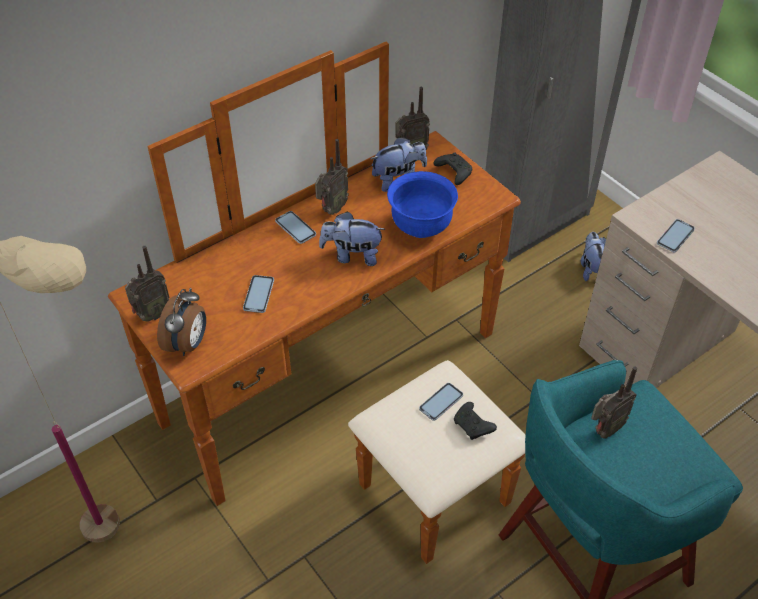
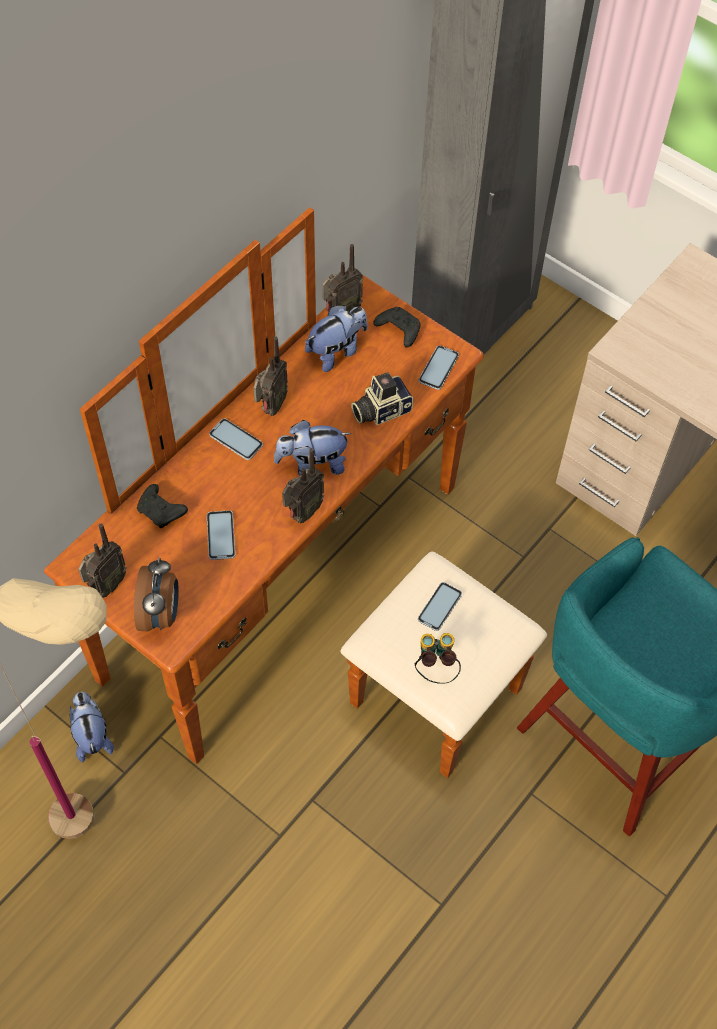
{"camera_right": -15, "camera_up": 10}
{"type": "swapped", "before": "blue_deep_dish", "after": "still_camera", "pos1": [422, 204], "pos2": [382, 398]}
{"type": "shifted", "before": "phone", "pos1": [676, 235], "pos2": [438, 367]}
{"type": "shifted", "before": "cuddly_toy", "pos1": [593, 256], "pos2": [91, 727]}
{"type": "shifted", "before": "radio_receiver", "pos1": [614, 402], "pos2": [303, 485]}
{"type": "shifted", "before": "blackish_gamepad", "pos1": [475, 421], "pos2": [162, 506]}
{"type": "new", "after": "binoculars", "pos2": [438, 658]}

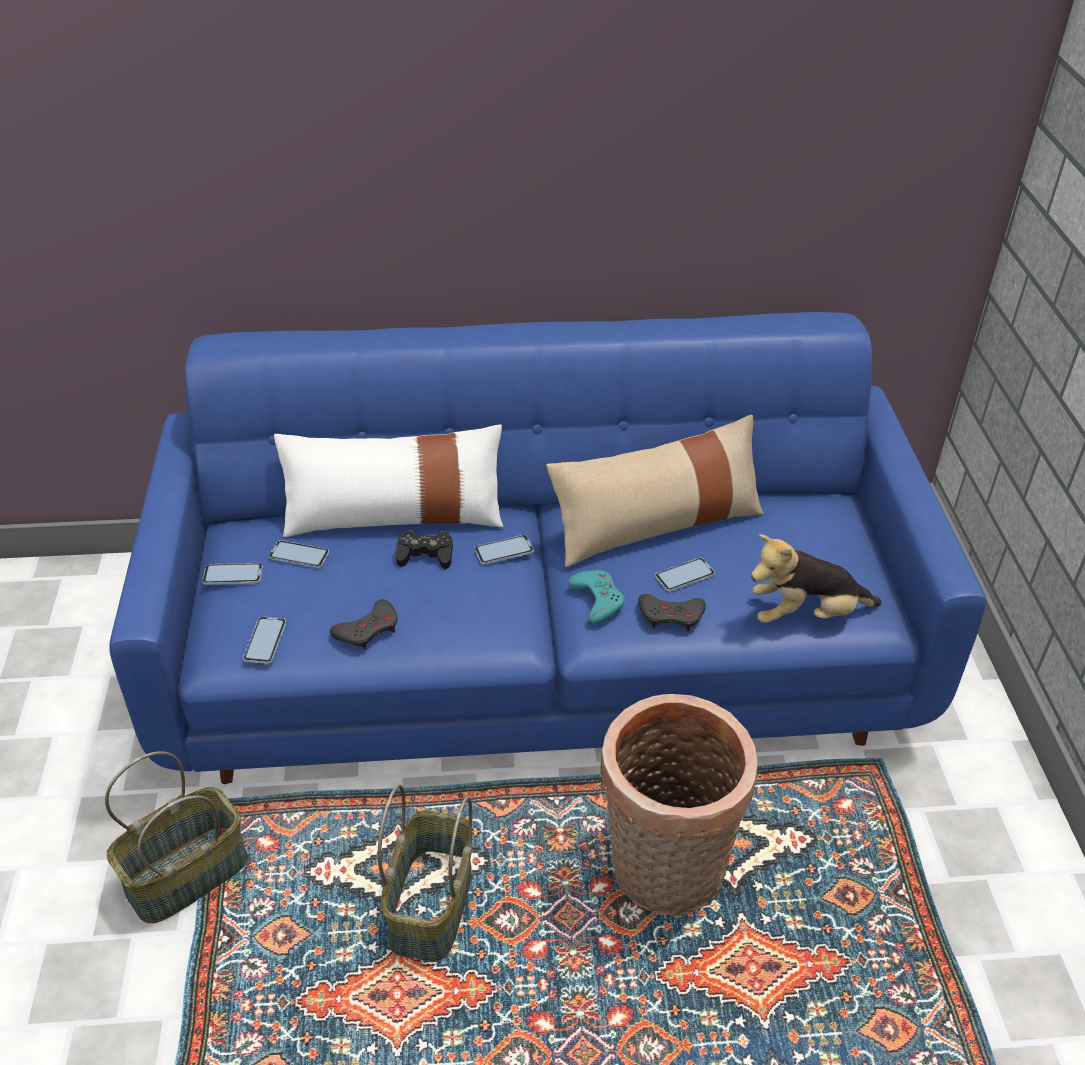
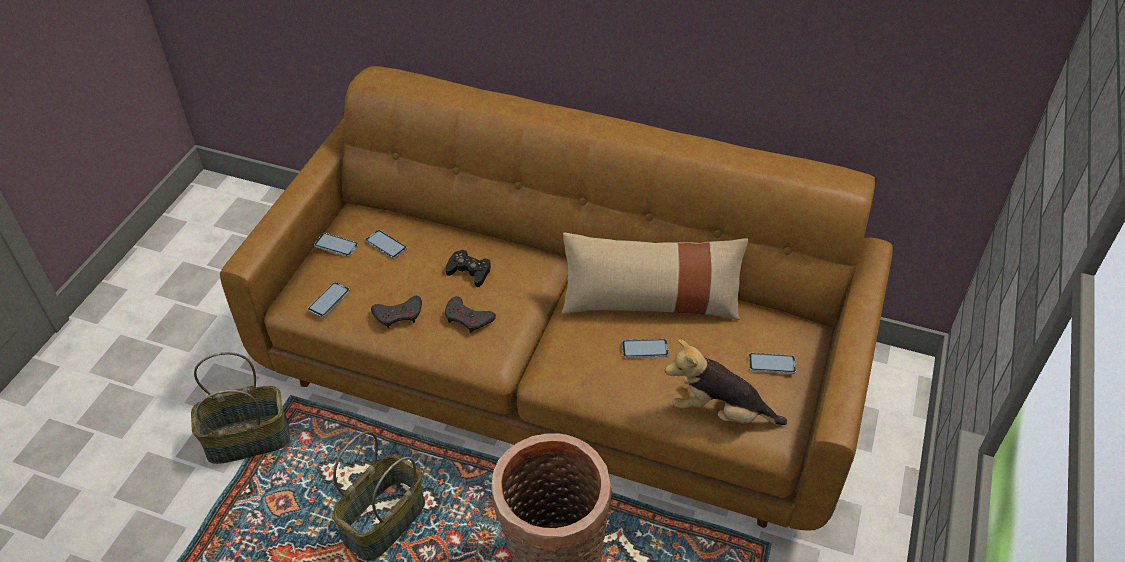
{"camera_right": 25, "camera_up": 5}
{"type": "repainted", "before": "blue_sofa", "after": "brown-coloured_sofa", "pos1": [548, 548], "pos2": [556, 298]}
{"type": "gone", "before": "whitish_cushion", "pos1": [388, 480]}
{"type": "shifted", "before": "phone", "pos1": [504, 550], "pos2": [772, 363]}
{"type": "gone", "before": "turquoise-coloured_gamepad", "pos1": [596, 597]}
{"type": "shifted", "before": "gray_gamepad", "pos1": [672, 612], "pos2": [470, 314]}

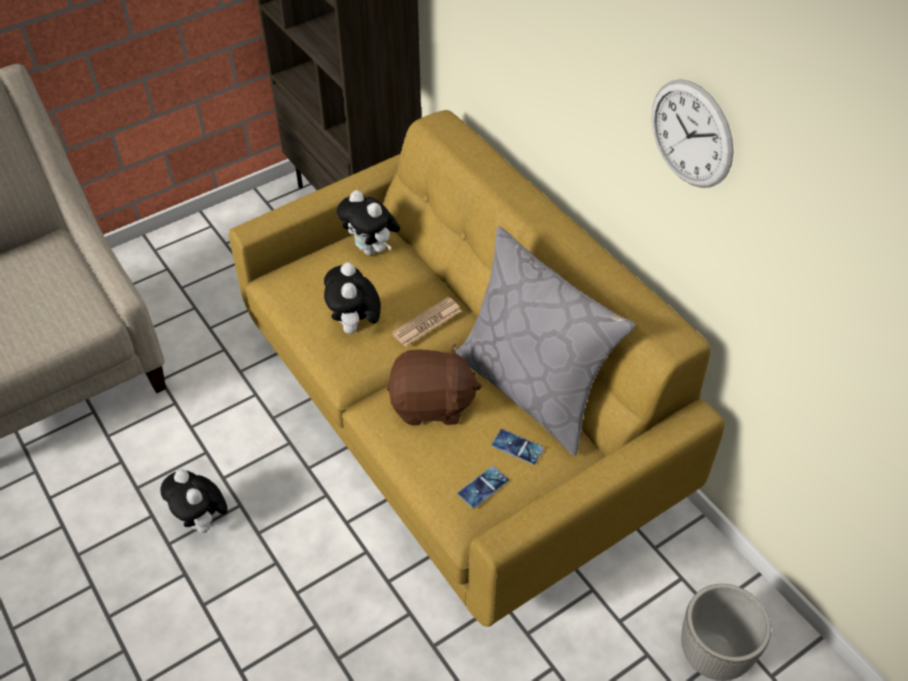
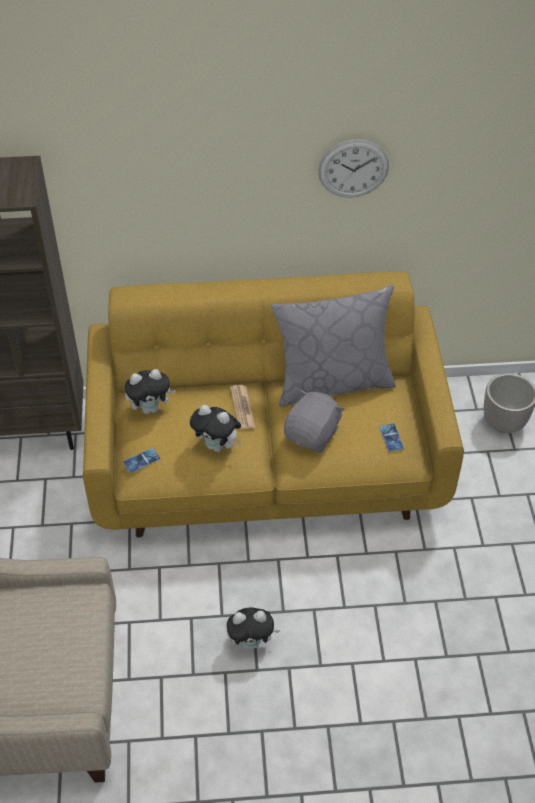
{"camera_right": -60, "camera_up": 0}
{"type": "repainted", "before": "brown-coloured_cuddly_toy", "after": "gray_cuddly_toy", "pos1": [434, 384], "pos2": [314, 420]}
{"type": "shifted", "before": "phone", "pos1": [518, 447], "pos2": [141, 460]}

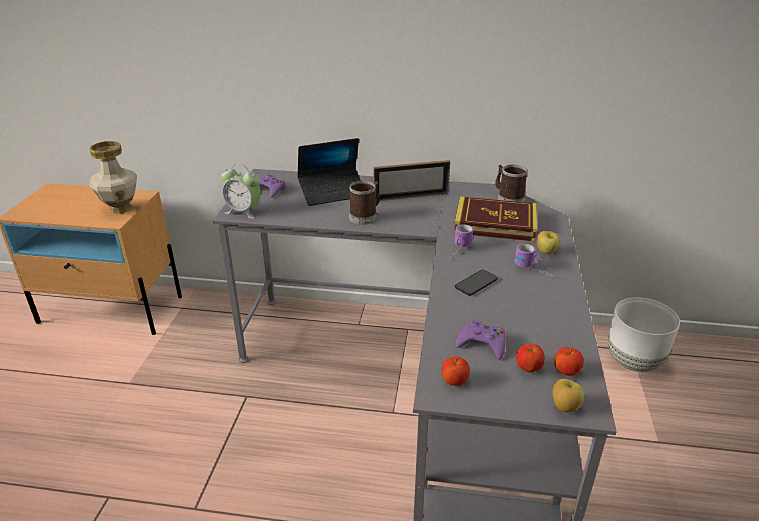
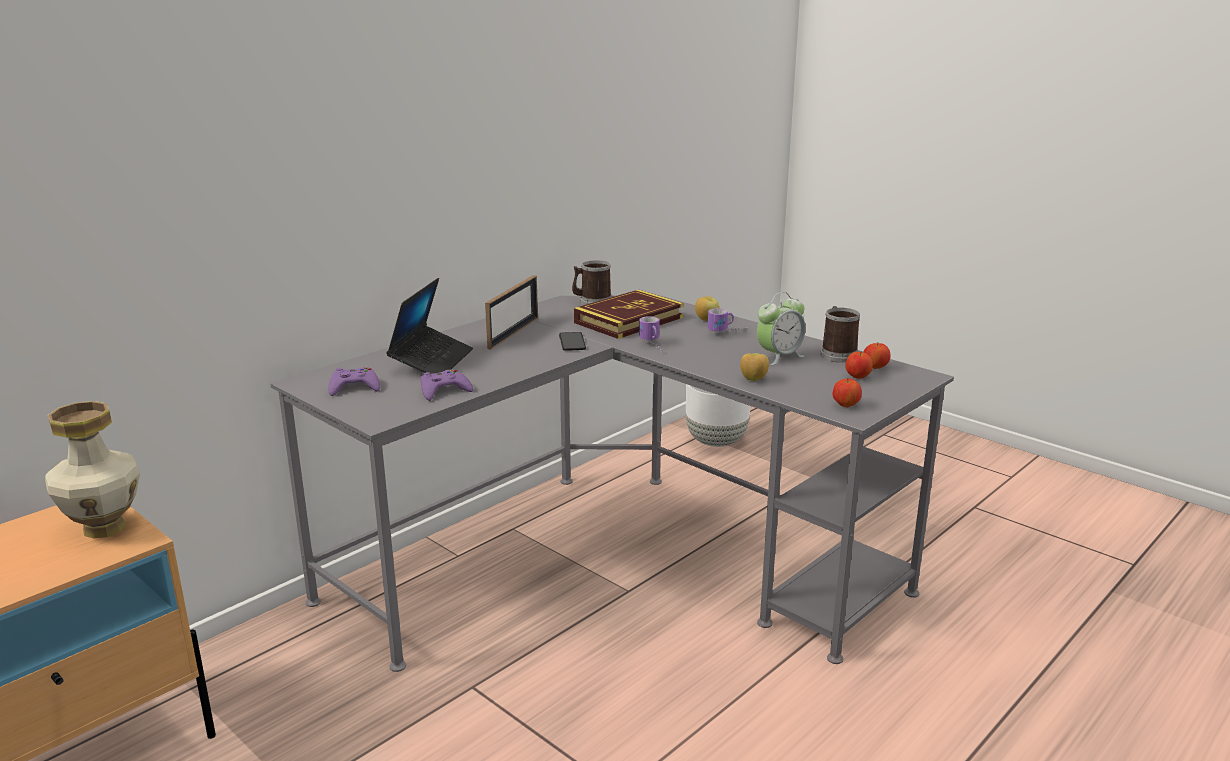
{"camera_right": -55, "camera_up": -10}
{"type": "shifted", "before": "alarm_clock", "pos1": [241, 191], "pos2": [781, 328]}
{"type": "shifted", "before": "mug", "pos1": [364, 203], "pos2": [840, 334]}
{"type": "shifted", "before": "phone", "pos1": [476, 283], "pos2": [572, 341]}
{"type": "shifted", "before": "purplish_gamepad", "pos1": [480, 340], "pos2": [447, 385]}
{"type": "shifted", "before": "whole_apple", "pos1": [568, 395], "pos2": [754, 367]}

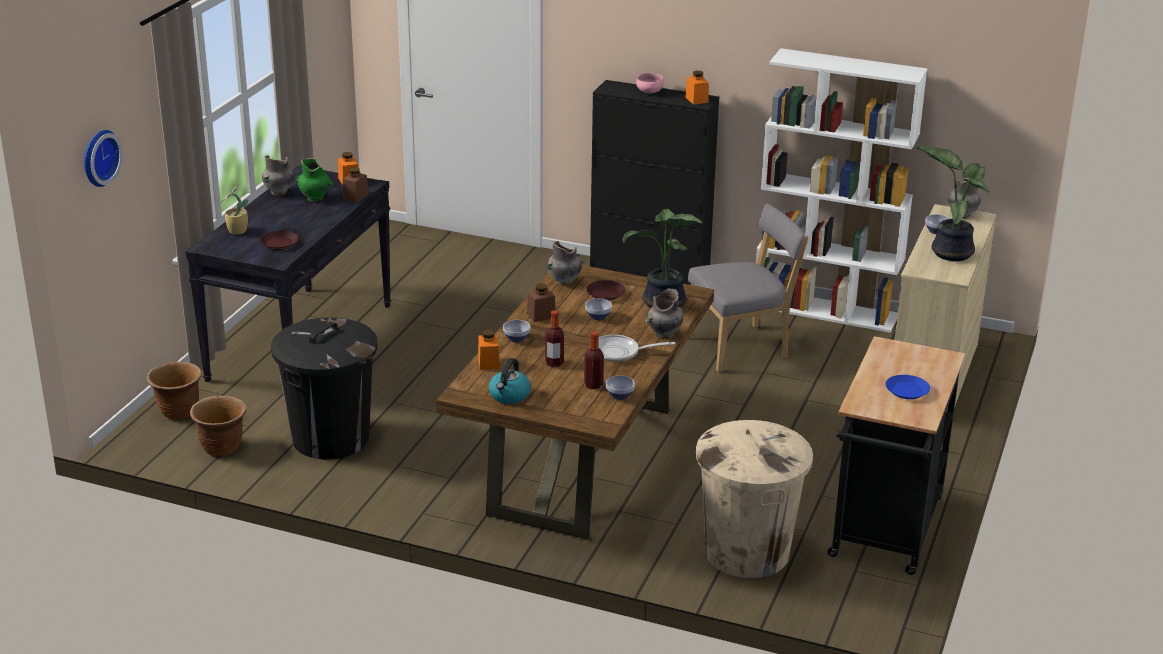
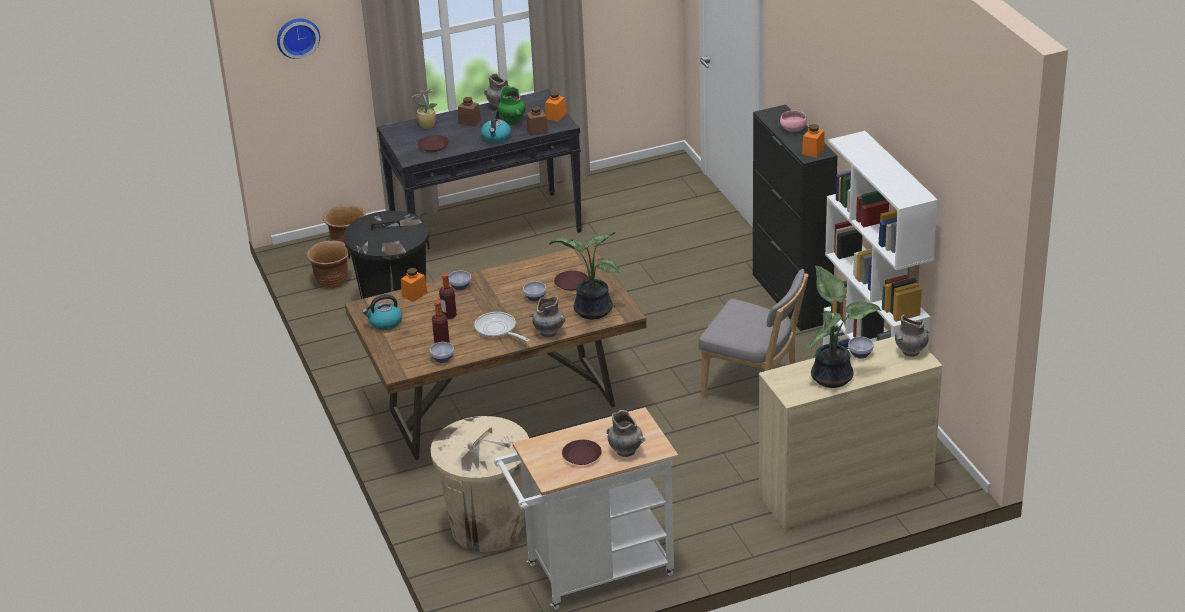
{"camera_right": 50, "camera_up": 5}
{"type": "shifted", "before": "gray_flower_vase", "pos1": [565, 263], "pos2": [626, 433]}
{"type": "shifted", "before": "brown-coloured_jar", "pos1": [541, 303], "pos2": [469, 112]}
{"type": "repainted", "before": "blackish_cart", "after": "whitish_cart", "pos1": [896, 455], "pos2": [586, 508]}
{"type": "repainted", "before": "blue_plate", "after": "brown-coloured_plate", "pos1": [907, 387], "pos2": [582, 452]}
{"type": "new", "after": "tea_kettle", "pos2": [496, 126]}

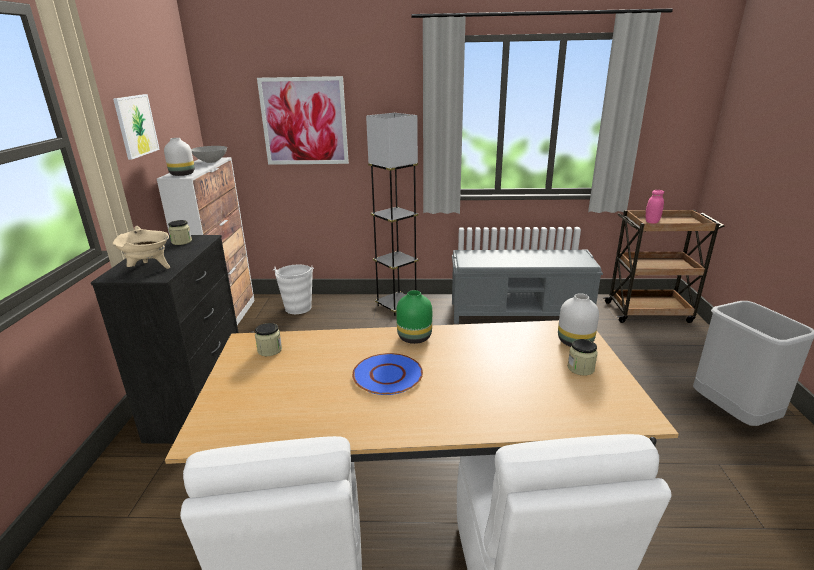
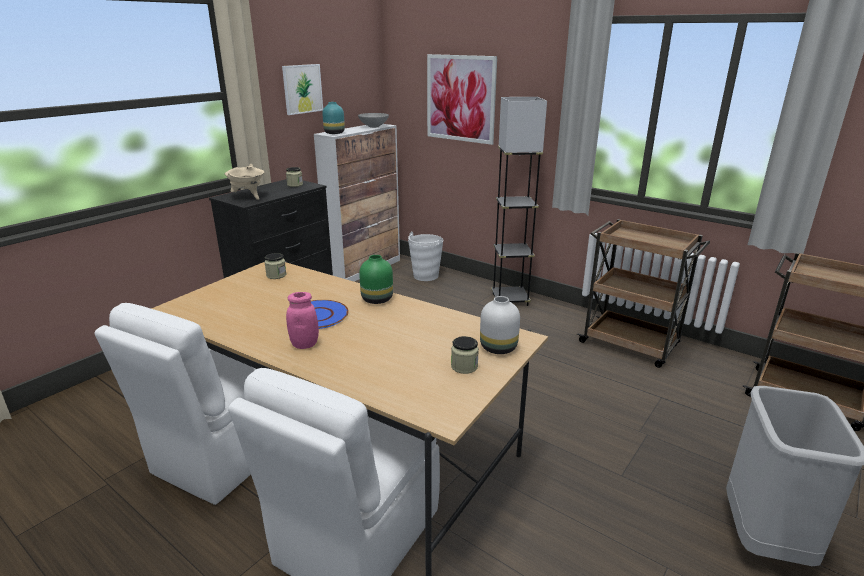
{"camera_right": 35, "camera_up": 0}
{"type": "repainted", "before": "whitish_flower_vase", "after": "turquoise-coloured_flower_vase", "pos1": [179, 157], "pos2": [333, 118]}
{"type": "shifted", "before": "pinkish_jar", "pos1": [655, 207], "pos2": [302, 320]}
{"type": "swapped", "before": "gray_long_seat", "after": "brown-coloured_cart", "pos1": [527, 287], "pos2": [643, 293]}

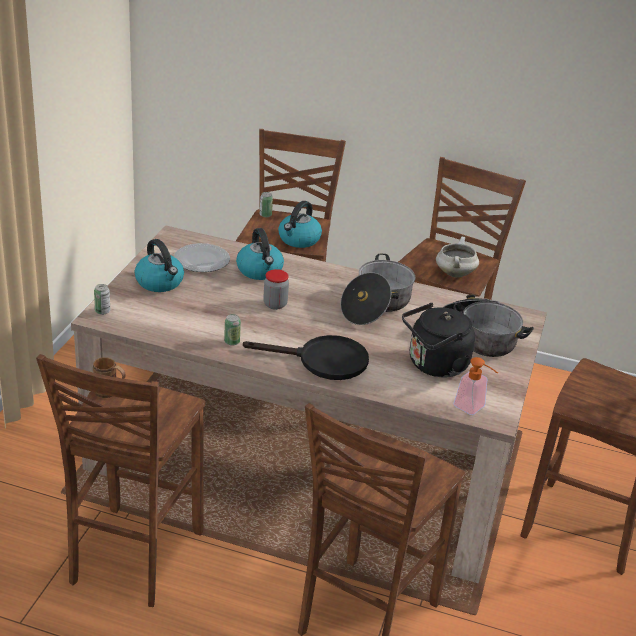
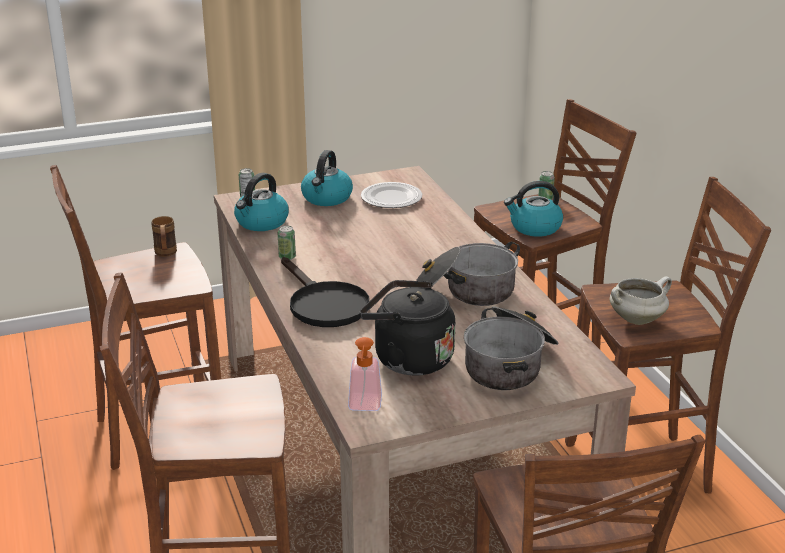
{"camera_right": 55, "camera_up": -5}
{"type": "shifted", "before": "tea_kettle", "pos1": [260, 254], "pos2": [261, 202]}
{"type": "gone", "before": "jar", "pos1": [276, 289]}

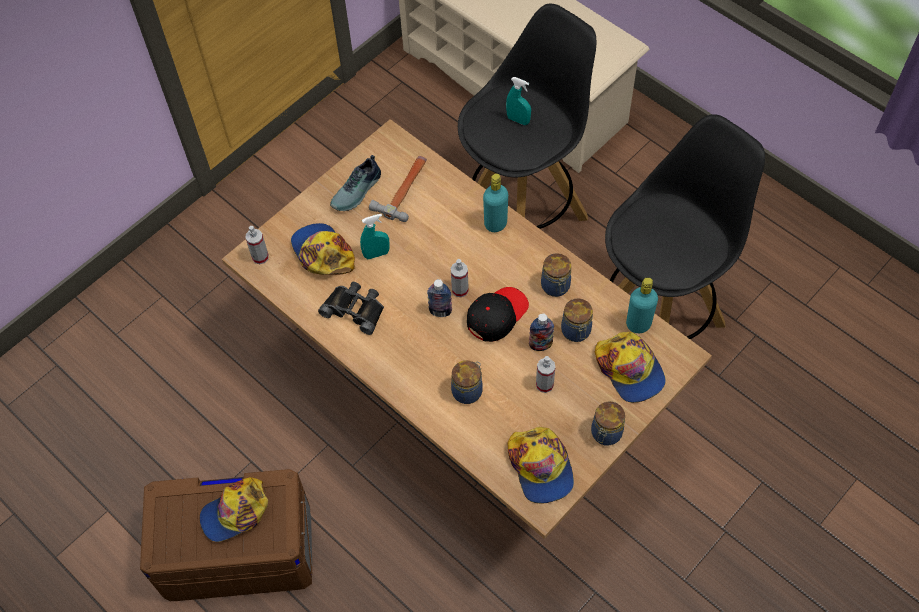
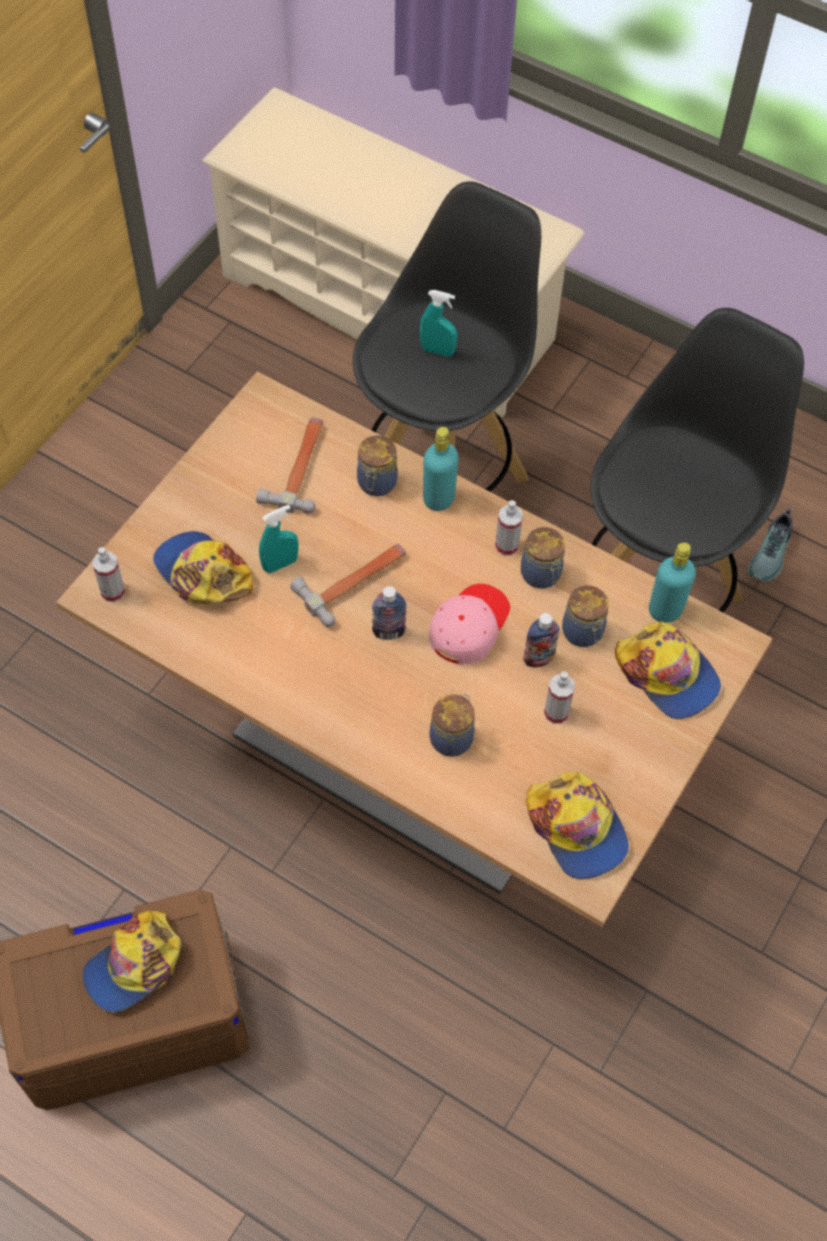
{"camera_right": -15, "camera_up": 0}
{"type": "shifted", "before": "low_shoe", "pos1": [355, 183], "pos2": [770, 545]}
{"type": "shifted", "before": "sprayer", "pos1": [460, 278], "pos2": [509, 528]}
{"type": "gone", "before": "blackish_binoculars", "pos1": [351, 308]}
{"type": "repainted", "before": "blackish_peaked_cap", "after": "pinkish_peaked_cap", "pos1": [498, 314], "pos2": [469, 624]}
{"type": "shifted", "before": "jar", "pos1": [608, 423], "pos2": [377, 465]}
{"type": "new", "after": "hand_hammer", "pos2": [348, 586]}

